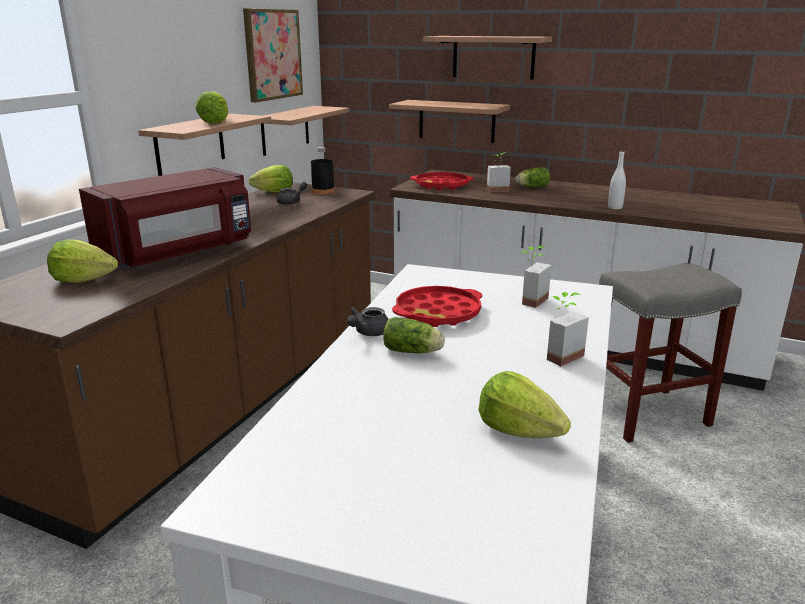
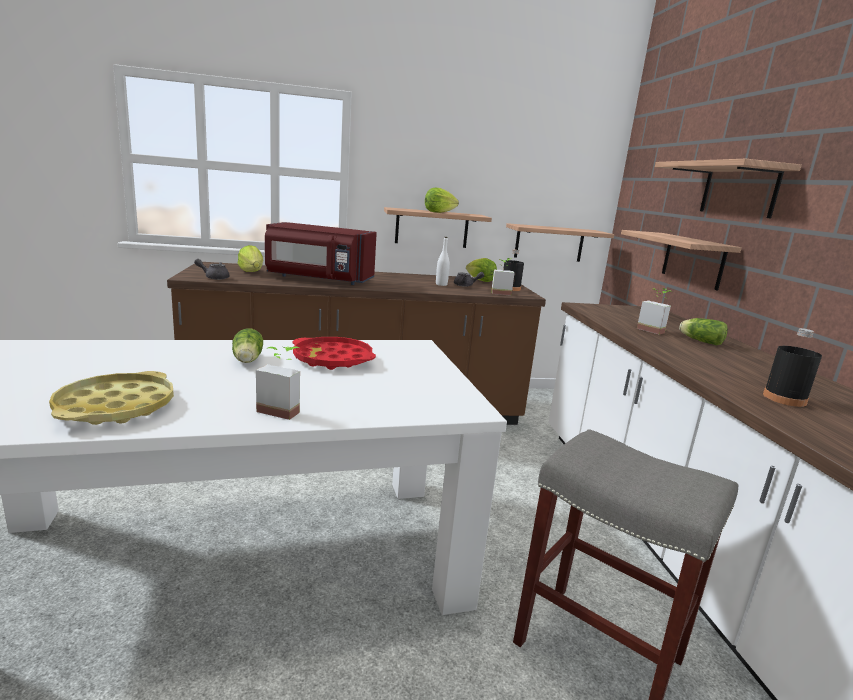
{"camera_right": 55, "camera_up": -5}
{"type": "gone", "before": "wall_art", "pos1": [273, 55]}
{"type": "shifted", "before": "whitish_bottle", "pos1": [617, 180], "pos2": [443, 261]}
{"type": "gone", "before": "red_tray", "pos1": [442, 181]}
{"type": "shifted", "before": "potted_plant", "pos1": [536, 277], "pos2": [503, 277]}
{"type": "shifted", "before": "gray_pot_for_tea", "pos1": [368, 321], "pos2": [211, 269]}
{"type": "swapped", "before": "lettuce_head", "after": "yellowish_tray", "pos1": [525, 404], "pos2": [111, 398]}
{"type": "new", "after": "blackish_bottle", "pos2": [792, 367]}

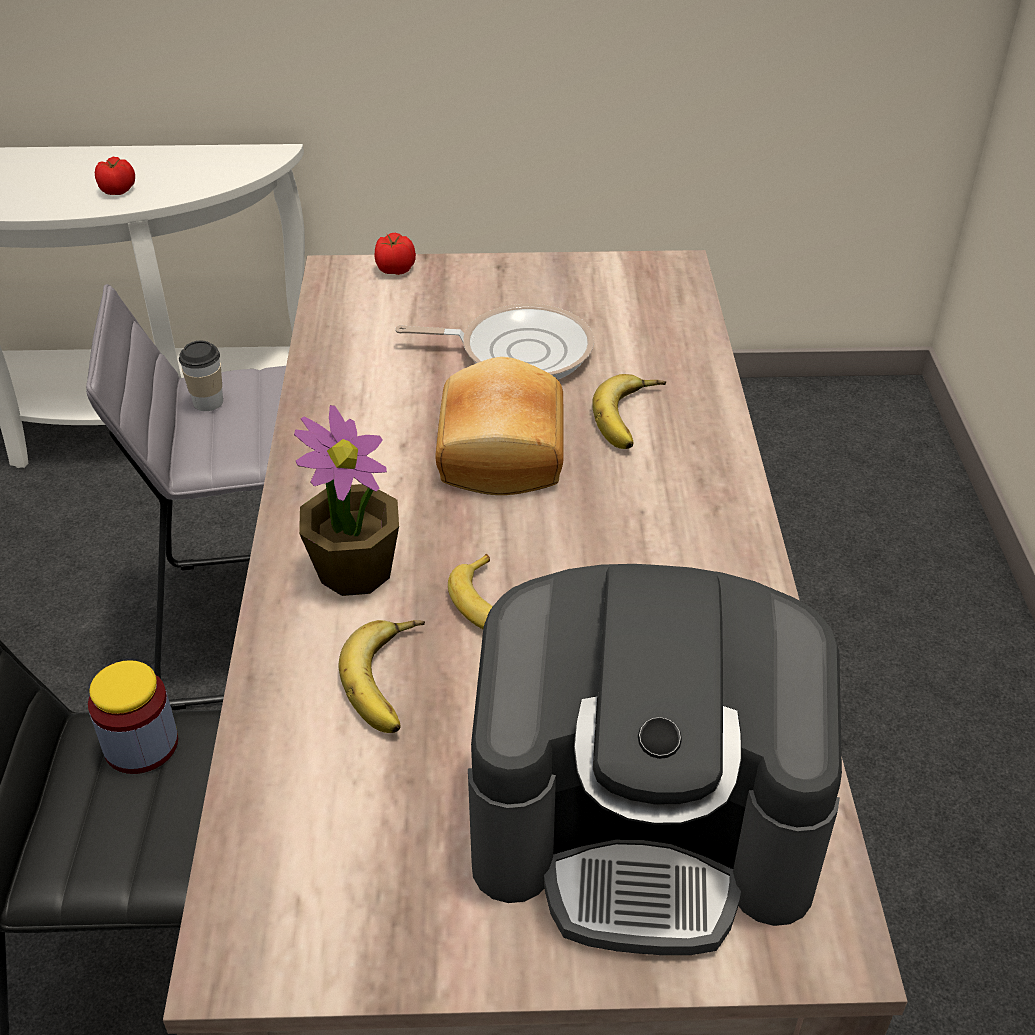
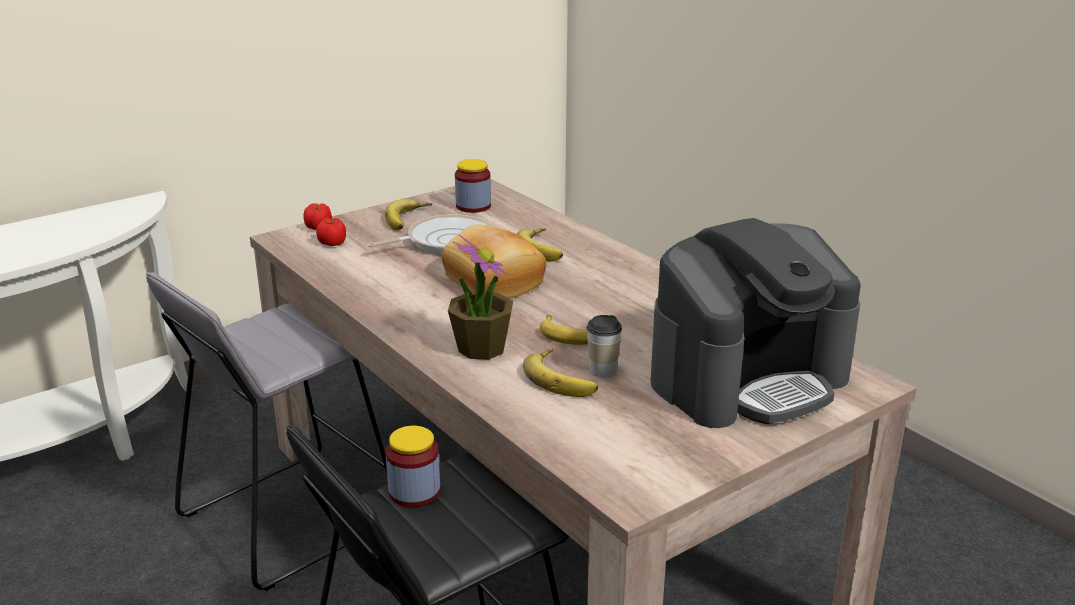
{"camera_right": -35, "camera_up": -15}
{"type": "shifted", "before": "whole_tomato", "pos1": [115, 176], "pos2": [331, 232]}
{"type": "shifted", "before": "drinking_cup", "pos1": [201, 376], "pos2": [604, 346]}
{"type": "new", "after": "jar", "pos2": [473, 186]}
{"type": "new", "after": "whole_banana", "pos2": [408, 215]}

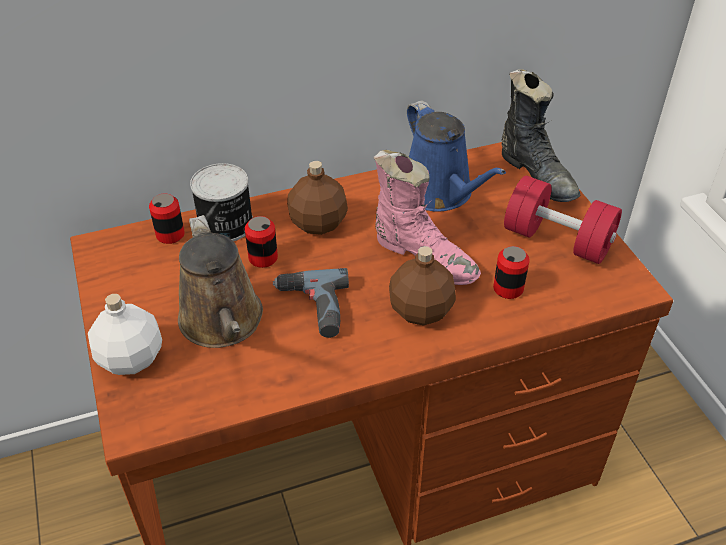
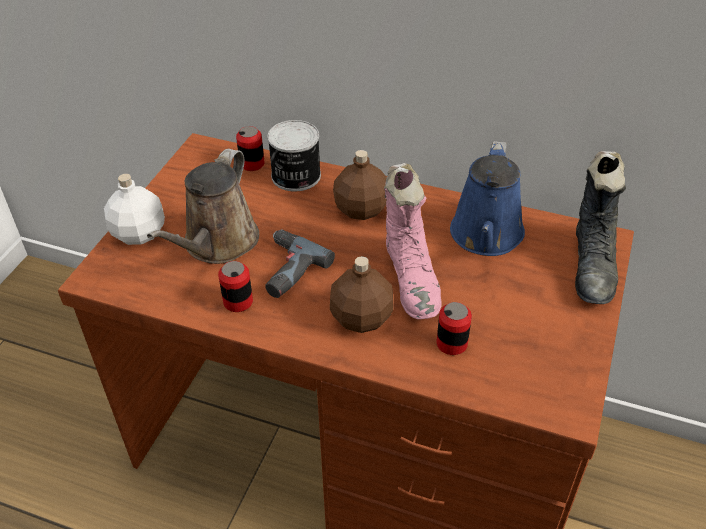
{"camera_right": 40, "camera_up": 0}
{"type": "gone", "before": "red_free_weight", "pos1": [563, 220]}
{"type": "shifted", "before": "can", "pos1": [261, 242], "pos2": [235, 286]}

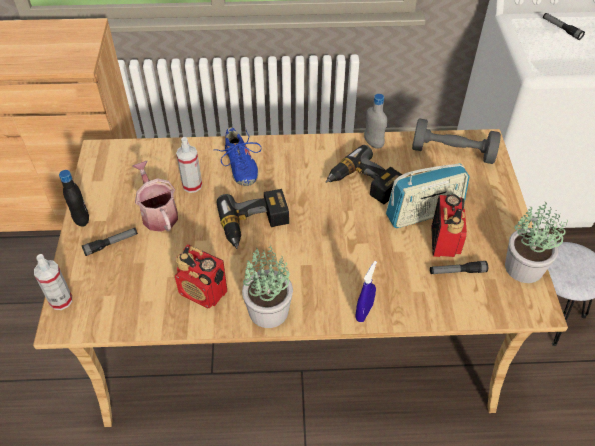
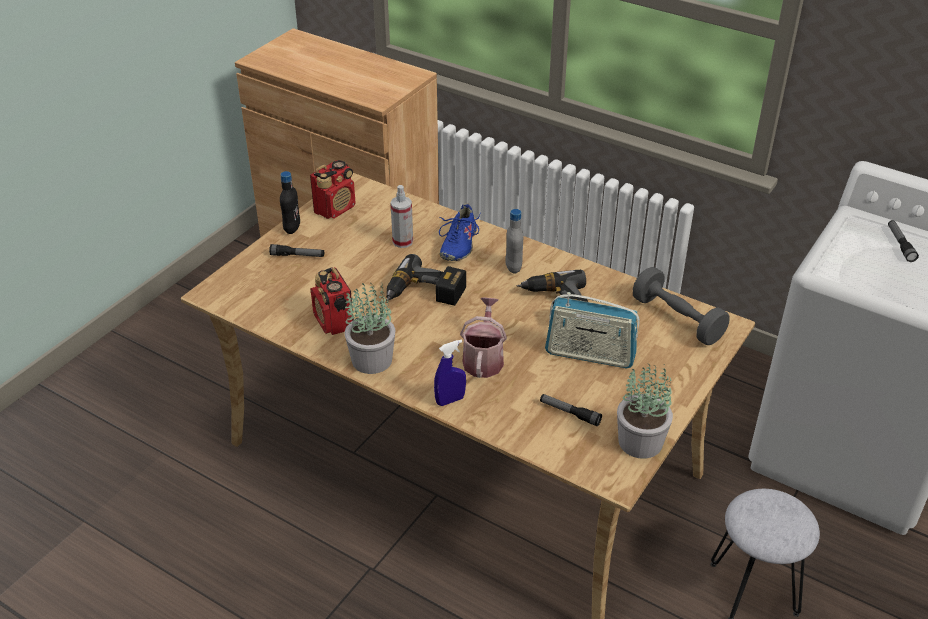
{"camera_right": 35, "camera_up": -10}
{"type": "shifted", "before": "gray_bottle", "pos1": [375, 121], "pos2": [514, 241]}
{"type": "shifted", "before": "sprinkling_can", "pos1": [155, 196], "pos2": [483, 337]}
{"type": "shifted", "before": "radio_receiver", "pos1": [449, 225], "pos2": [333, 189]}
{"type": "gone", "before": "sprayer", "pos1": [53, 282]}

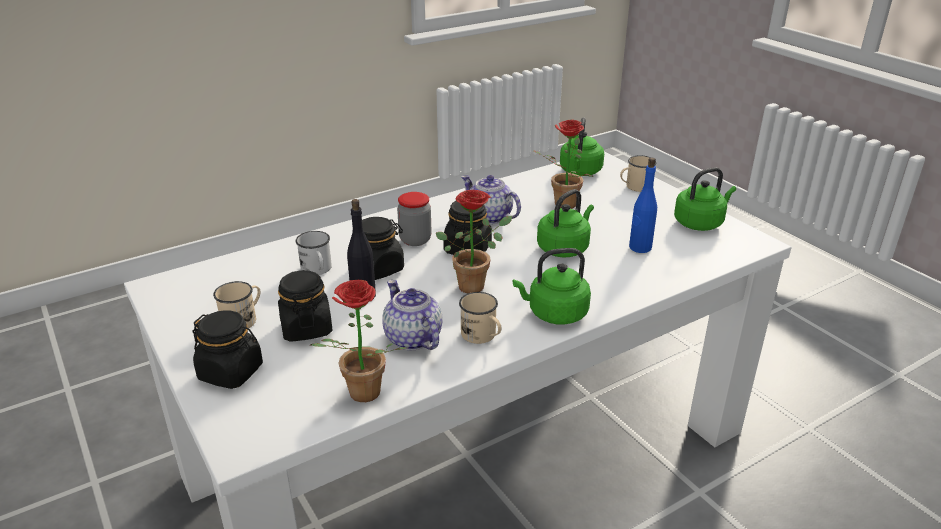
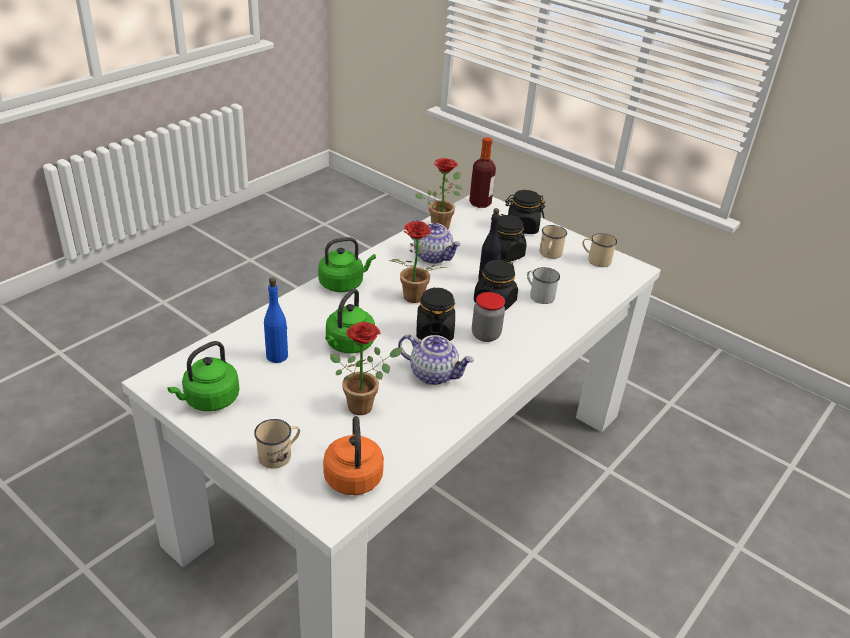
{"camera_right": 160, "camera_up": 5}
{"type": "repainted", "before": "greenish_tea_kettle", "after": "orange-coloured_tea_kettle", "pos1": [582, 146], "pos2": [353, 455]}
{"type": "shifted", "before": "beige_mug", "pos1": [480, 318], "pos2": [600, 250]}
{"type": "new", "after": "bottle", "pos2": [482, 172]}

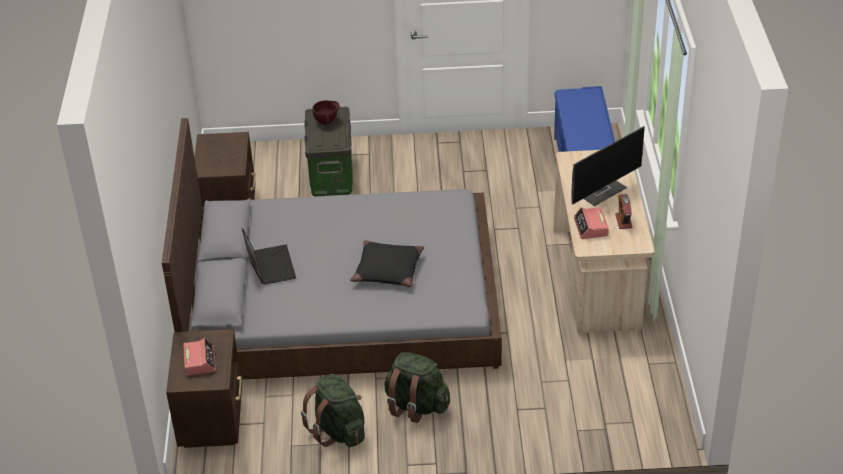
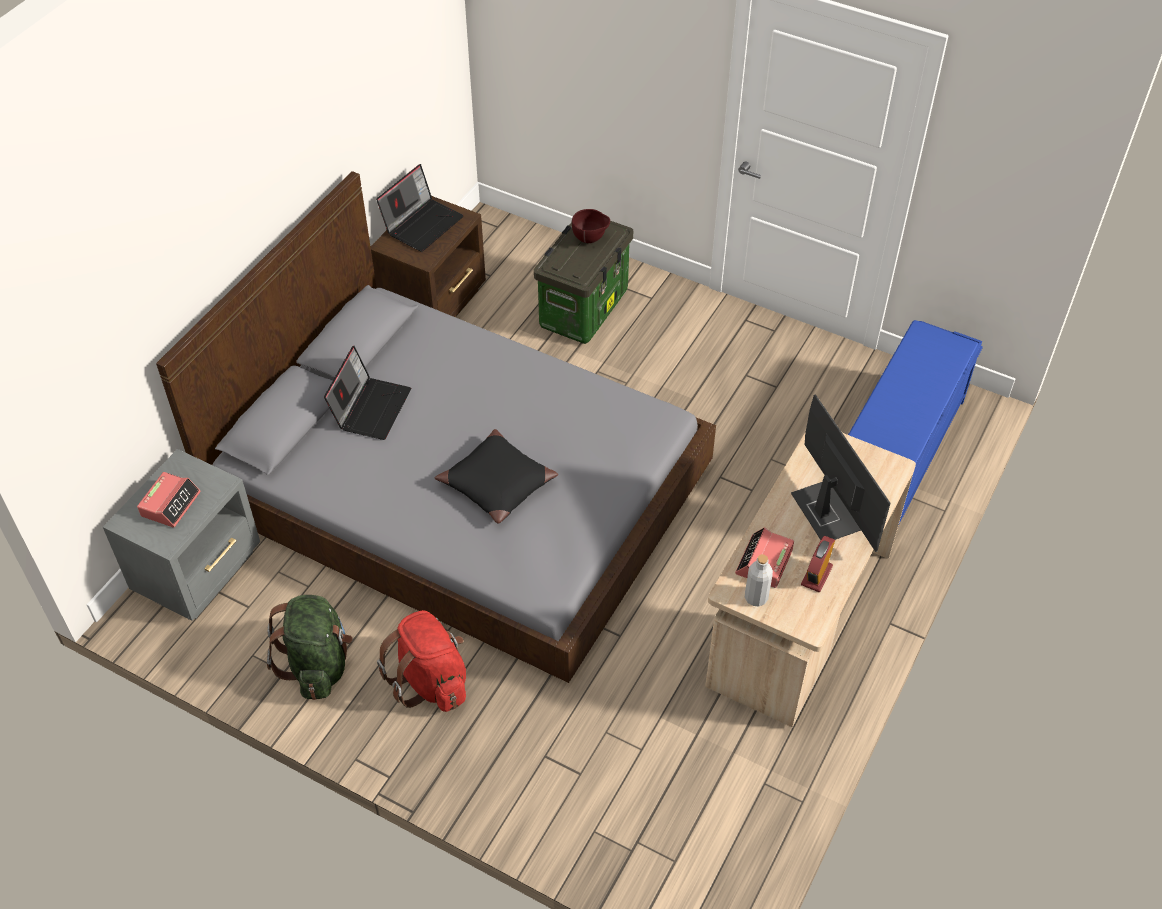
{"camera_right": 30, "camera_up": 10}
{"type": "rotated", "before": "monitor", "pos1": [608, 166], "pos2": [841, 473], "turn": -105}
{"type": "repainted", "before": "brown-coloured_nightstand", "after": "gray_nightstand", "pos1": [204, 388], "pos2": [181, 535]}
{"type": "repainted", "before": "greenish_backpack", "after": "red_backpack", "pos1": [417, 387], "pos2": [421, 661]}
{"type": "new", "after": "notebook_computer", "pos2": [420, 208]}
{"type": "new", "after": "gray_bottle", "pos2": [759, 580]}

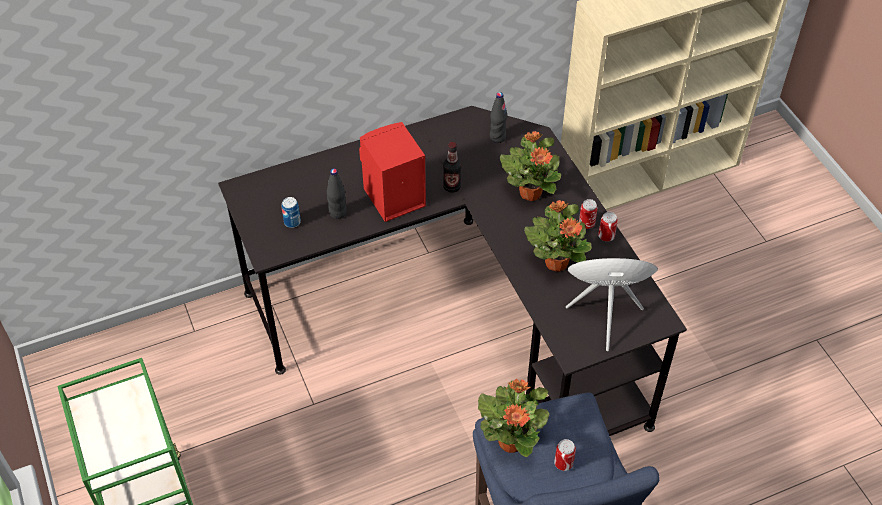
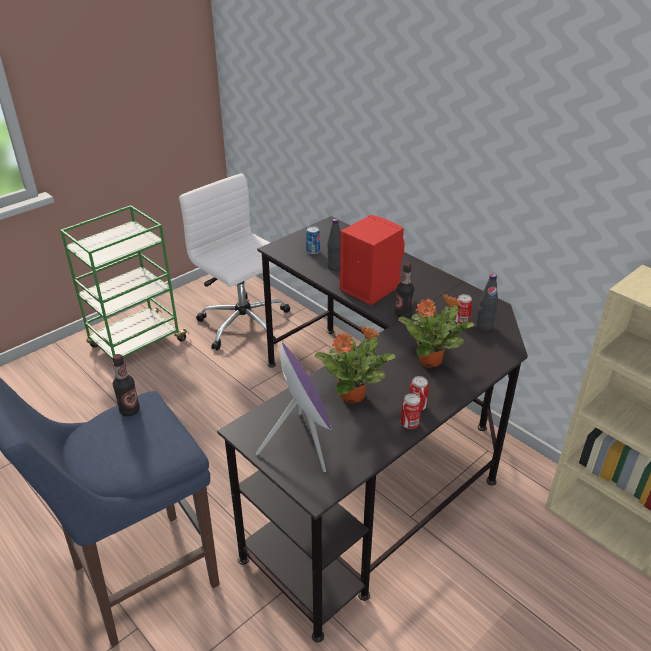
{"camera_right": 70, "camera_up": -15}
{"type": "swapped", "before": "potted_plant", "after": "bottle", "pos1": [514, 417], "pos2": [126, 385]}
{"type": "shifted", "before": "can", "pos1": [565, 455], "pos2": [463, 309]}
{"type": "new", "after": "whitish_desk_chair", "pos2": [234, 261]}

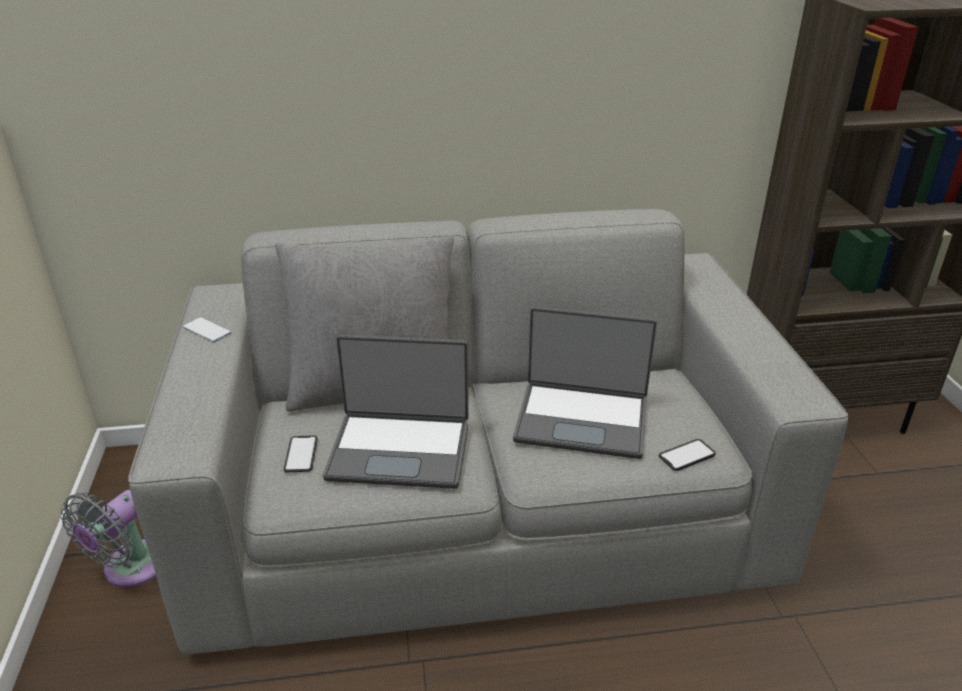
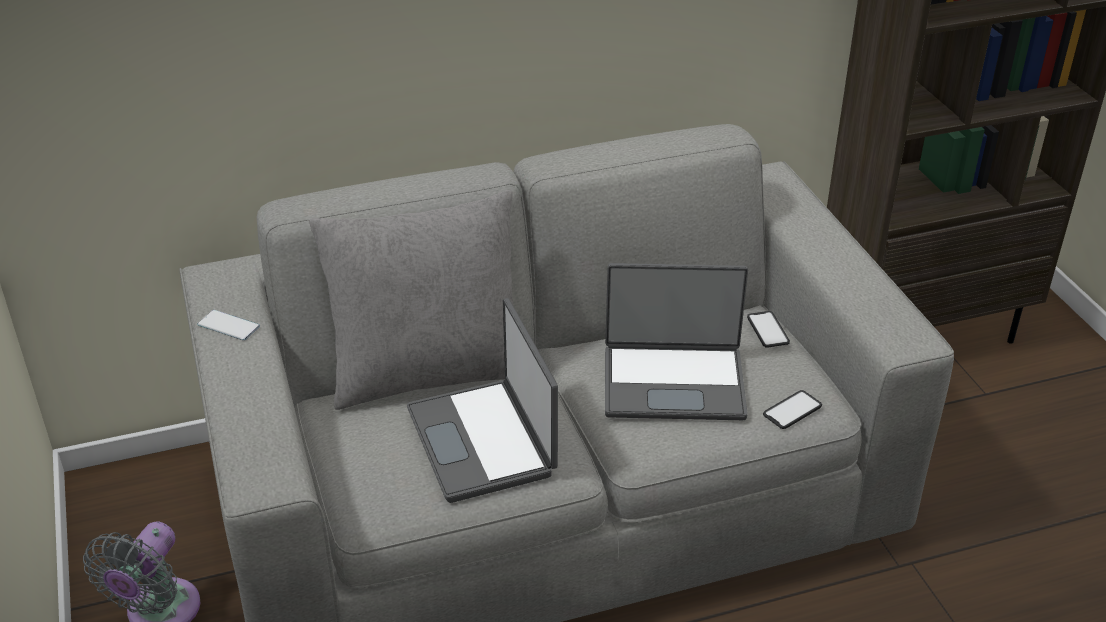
{"camera_right": -10, "camera_up": 5}
{"type": "rotated", "before": "notebook_computer", "pos1": [396, 412], "pos2": [482, 400], "turn": 75}
{"type": "shifted", "before": "phone", "pos1": [301, 453], "pos2": [768, 329]}

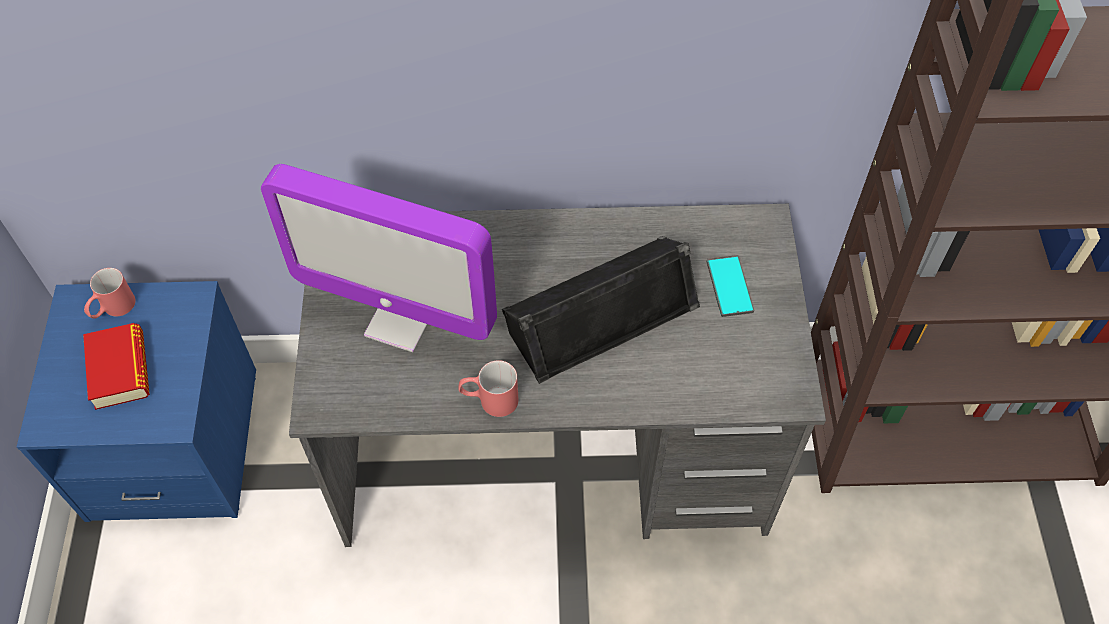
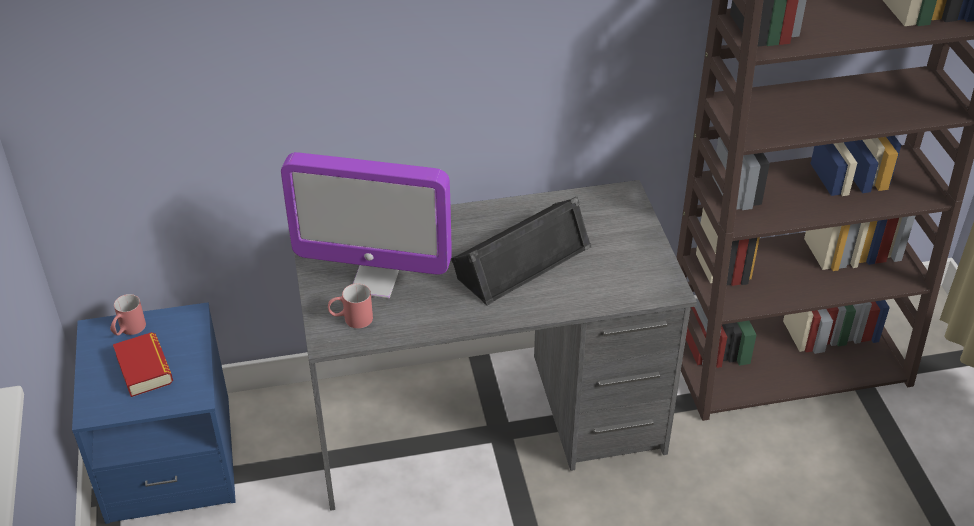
{"camera_right": -10, "camera_up": -15}
{"type": "gone", "before": "phone", "pos1": [730, 286]}
{"type": "shifted", "before": "red_mug", "pos1": [488, 388], "pos2": [350, 306]}

